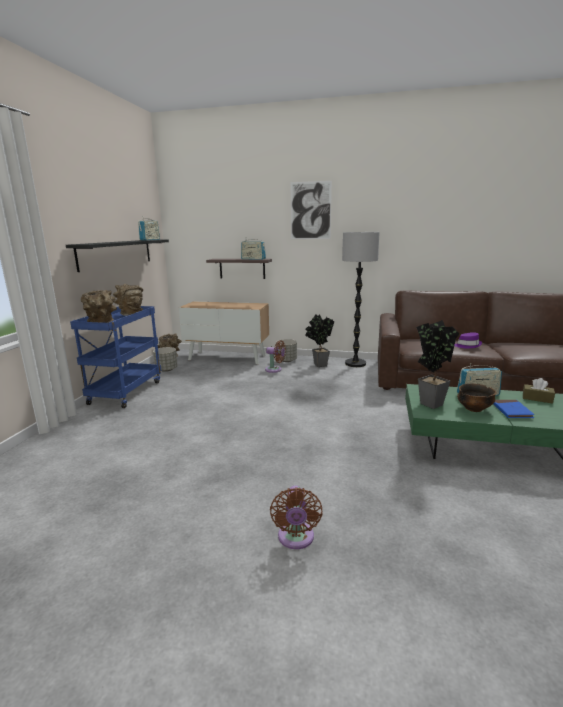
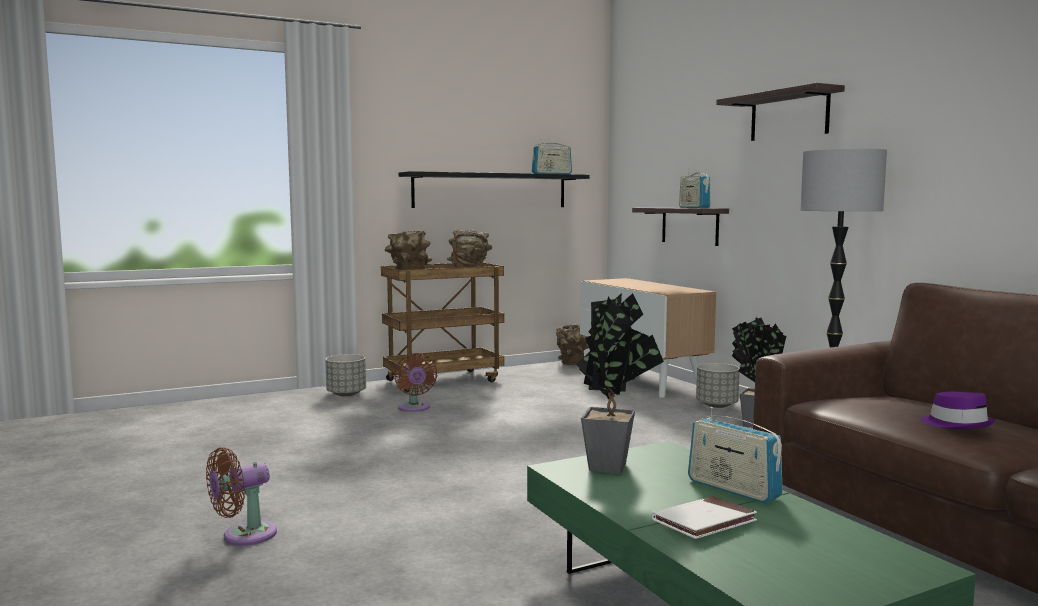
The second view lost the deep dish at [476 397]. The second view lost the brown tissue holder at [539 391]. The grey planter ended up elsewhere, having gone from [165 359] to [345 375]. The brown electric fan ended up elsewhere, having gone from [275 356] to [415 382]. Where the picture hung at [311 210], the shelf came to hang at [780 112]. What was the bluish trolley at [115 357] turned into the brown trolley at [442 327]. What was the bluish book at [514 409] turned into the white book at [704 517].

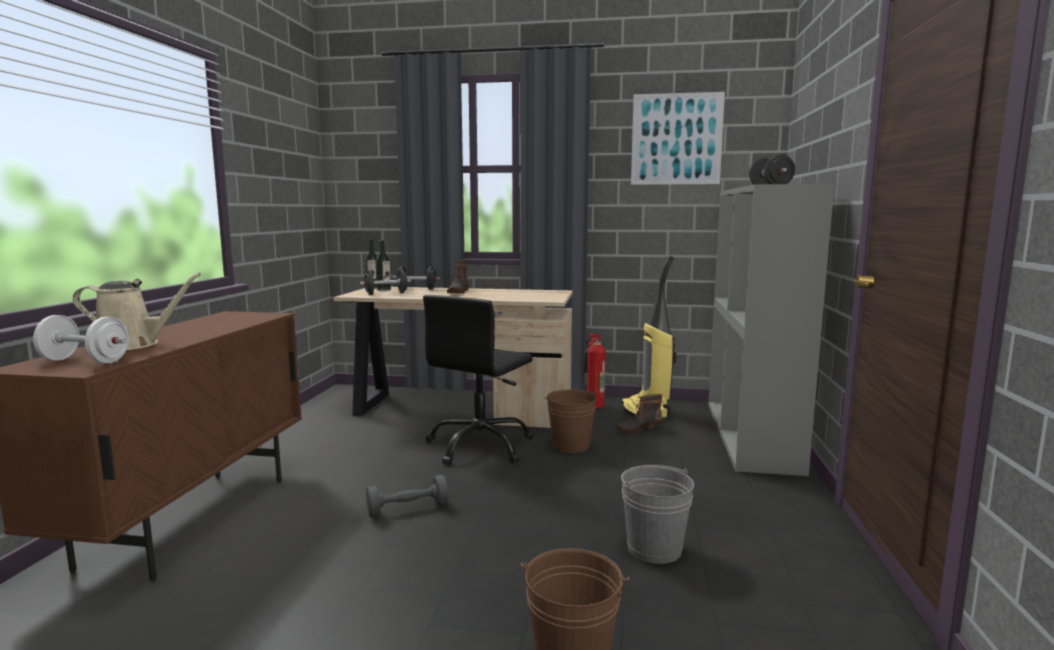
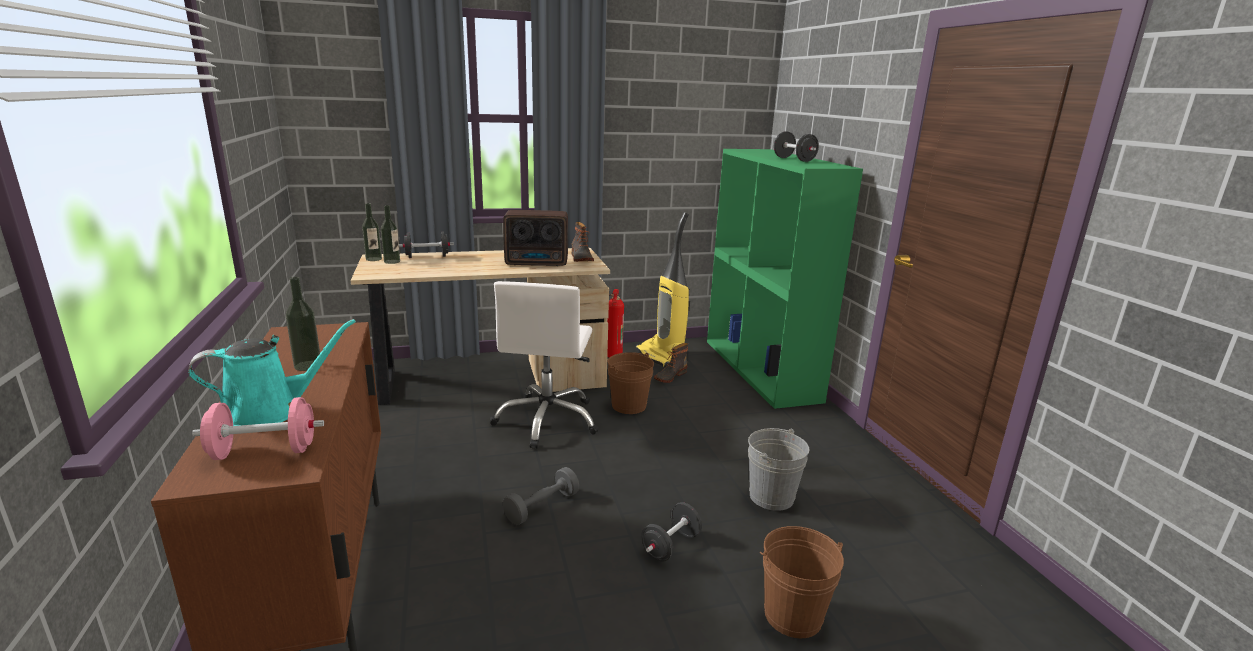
The second view lost the picture at [678 138]. The second view gained the bottle at [303 324]. The second view gained the radio set at [535 238]. The blackish dumbbell ended up elsewhere, having gone from [385 282] to [671 532]. The high-top boot ended up elsewhere, having gone from [458 276] to [582 242]. What was the white dumbbell at [81 339] turned into the pinkish dumbbell at [258 428]. What was the beige-coloured watering pot at [137 311] turned into the turquoise-coloured watering pot at [272 372]. What was the blackish office chair at [478 380] turned into the white office chair at [544 365]. What was the grey bookcase at [771 330] turned into the greenish bookcase at [785 279].

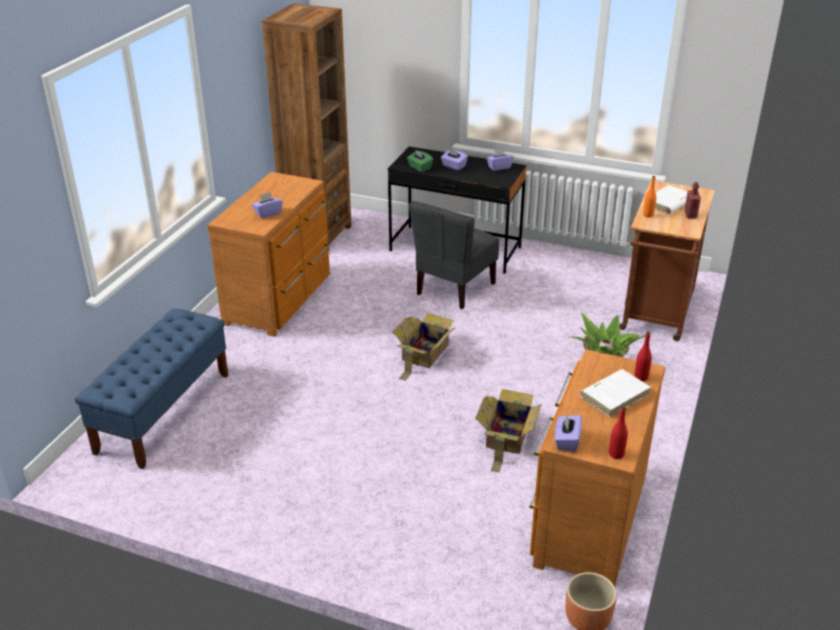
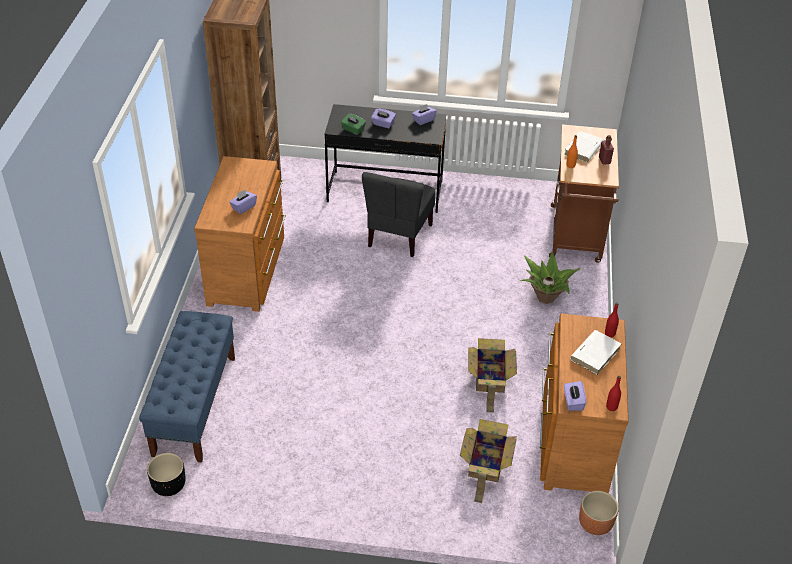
The second view gained the blackish planter at [166 474]. The carton ended up elsewhere, having gone from [424 347] to [488 461].

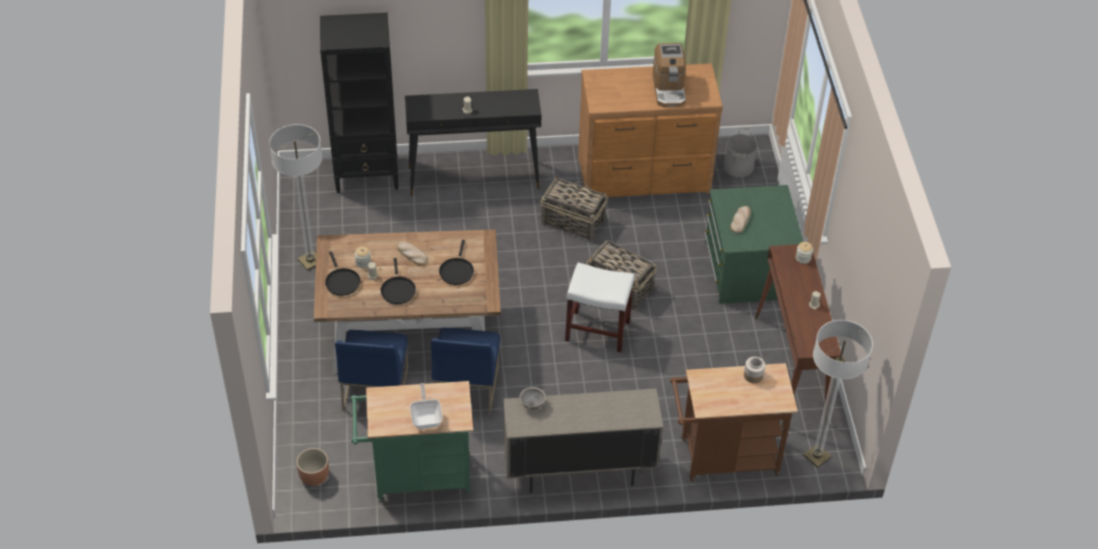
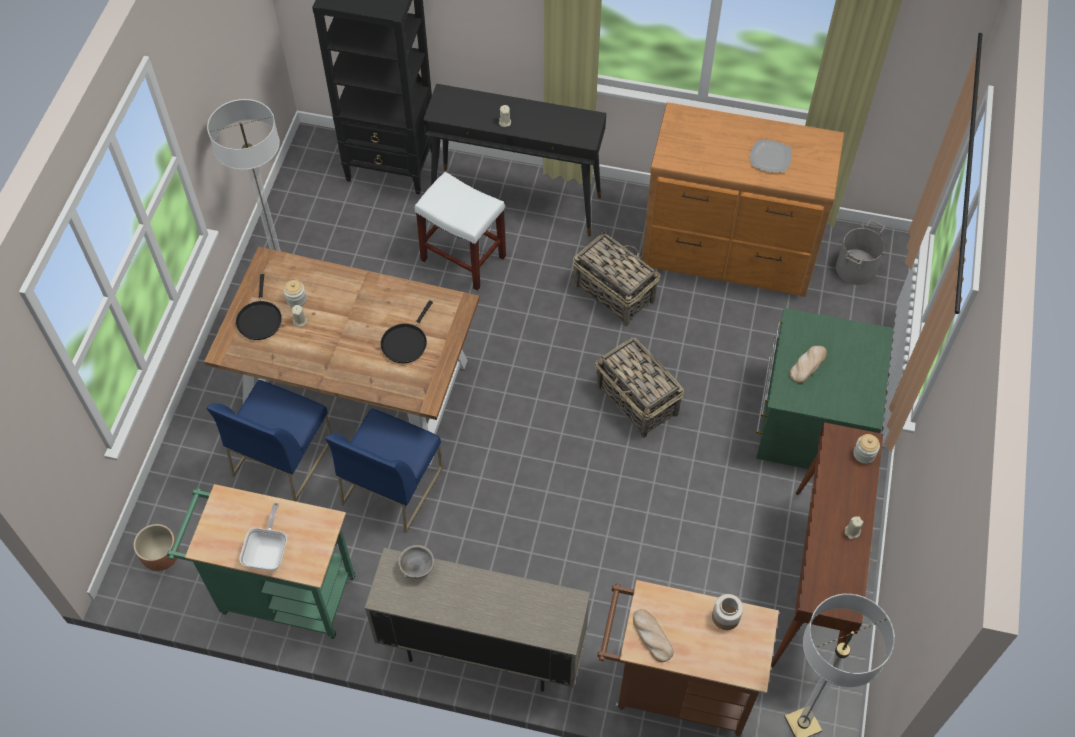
The second view lost the blackish pan at [398 281]. The baked bread ended up elsewhere, having gone from [412 253] to [653 635]. The white stool ended up elsewhere, having gone from [600 307] to [460 231]. Where the coffee brewer stood at [669 75], the dinner plate came to stand at [771 156].

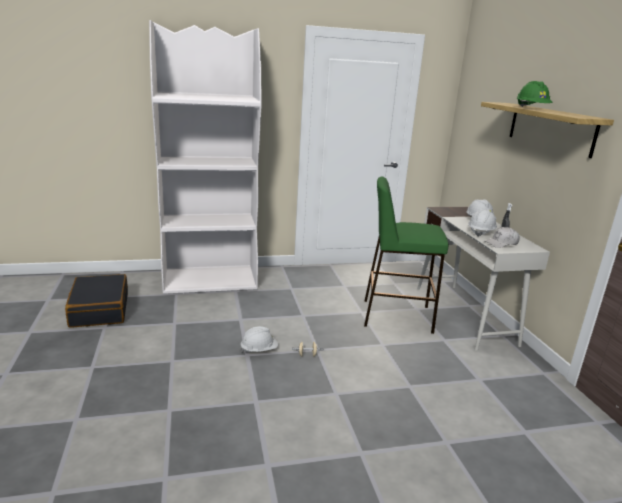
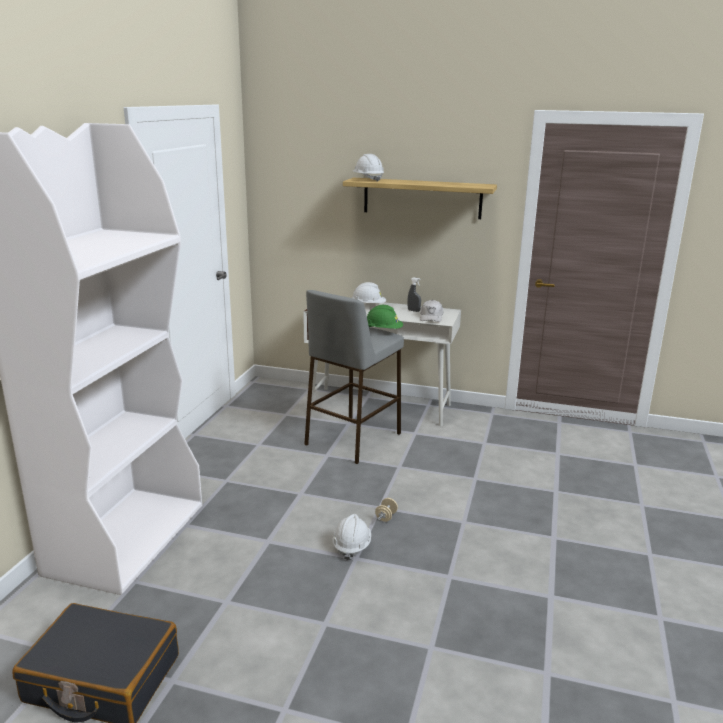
The white safety helmet ended up elsewhere, having gone from [482 222] to [368 168]. The greenish safety helmet ended up elsewhere, having gone from [534 94] to [385 317]. What was the greenish stool at [406 255] turned into the grey stool at [354 377].

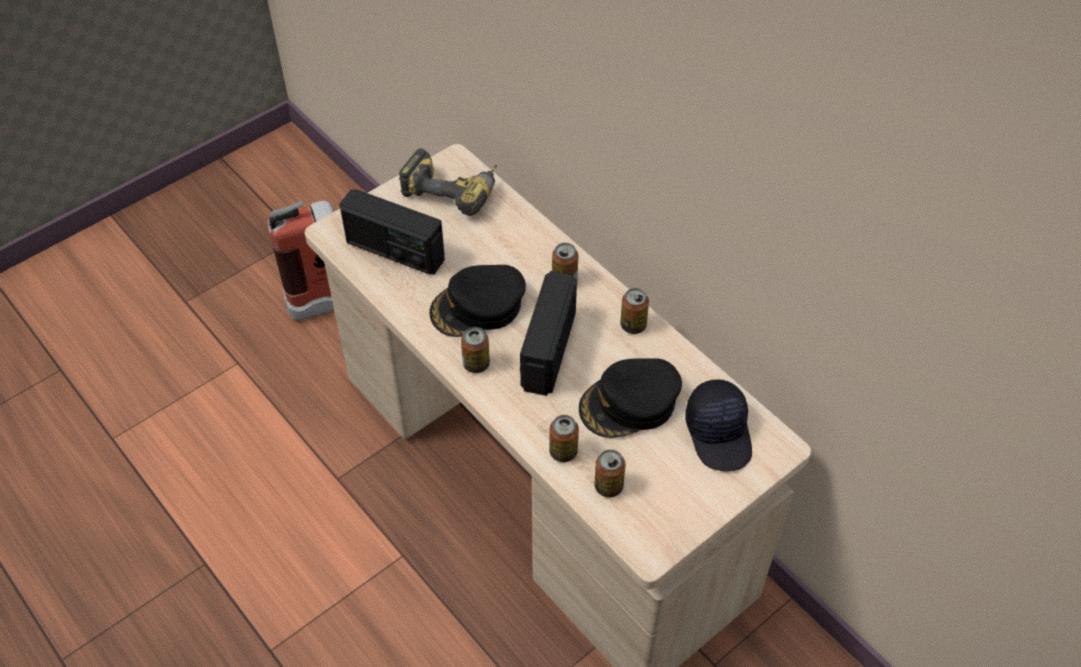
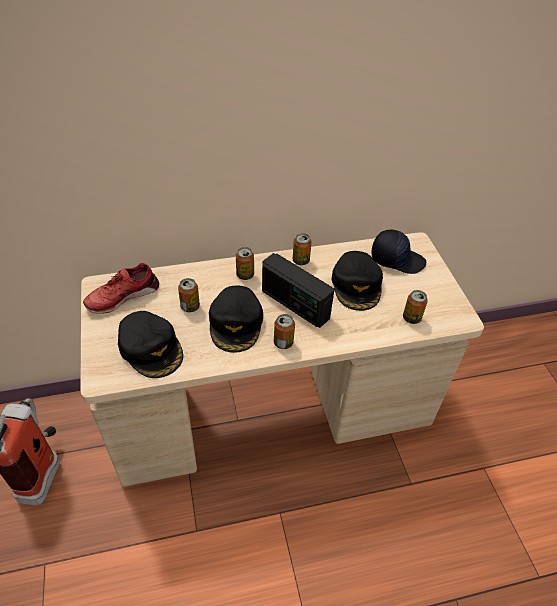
The metal can ended up elsewhere, having gone from [564 438] to [189 295]. Where the radio set stood at [392 232], the blackish cap came to stand at [150 344]. Where the electric drill stood at [448 182], the red-coloured low shoe came to stand at [121 288].

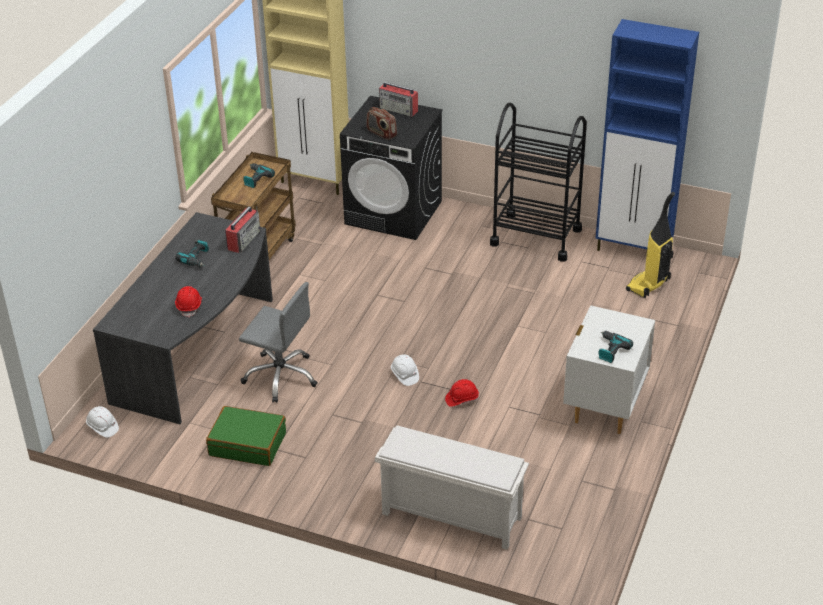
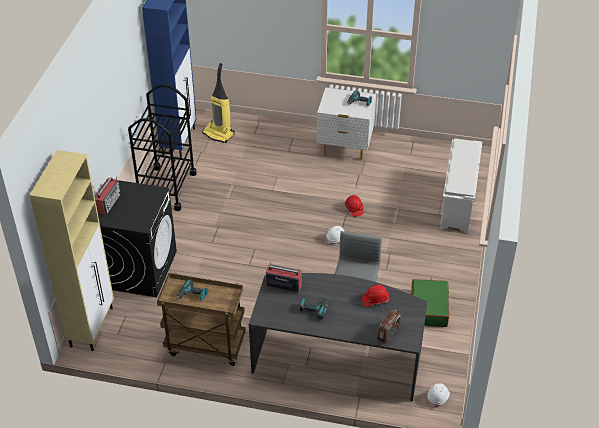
The radio set ended up elsewhere, having gone from [381 123] to [389 326].

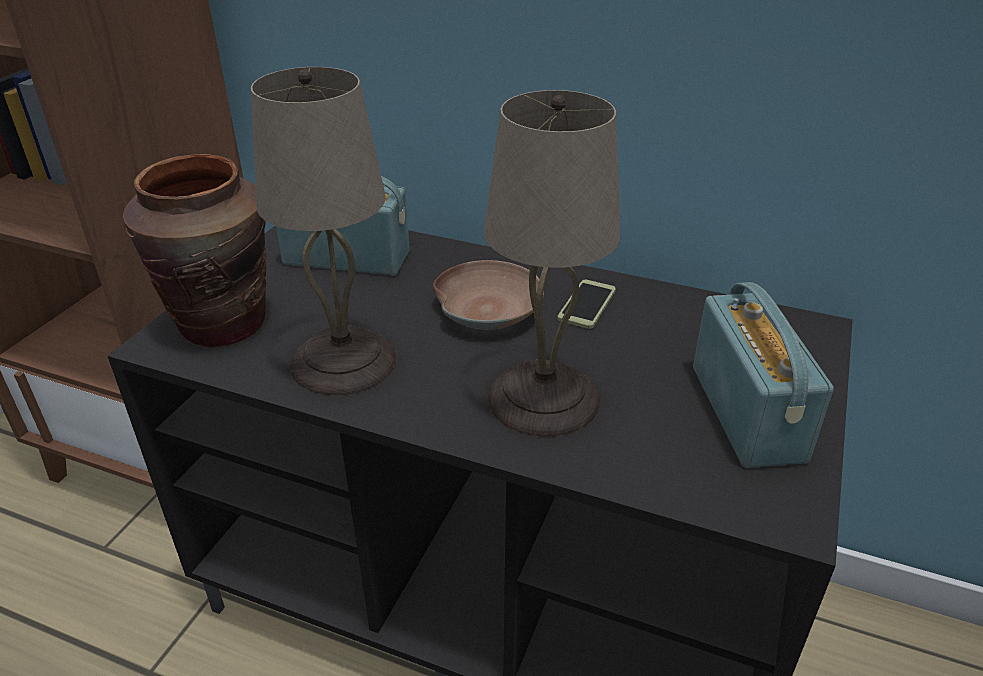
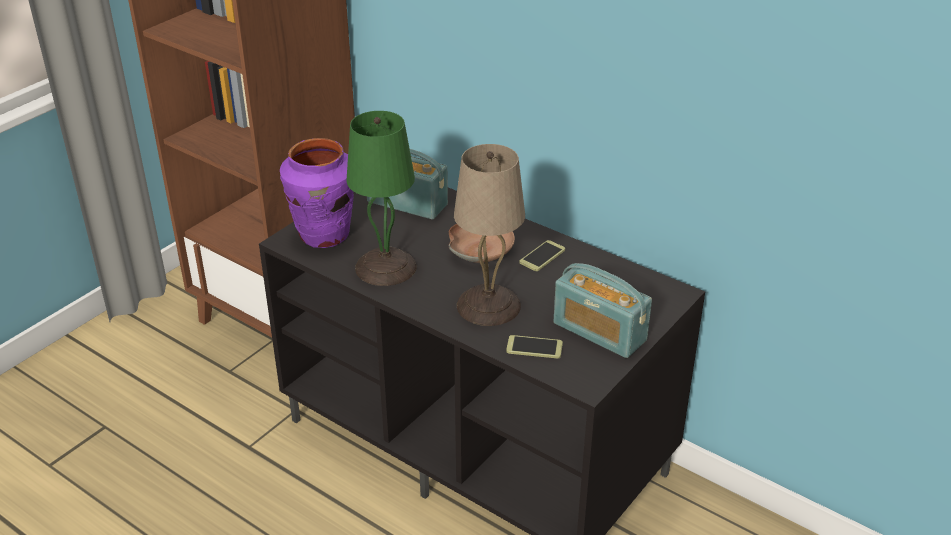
The second view gained the handset at [534 347]. What was the brown decorative vase at [195 250] turned into the purple-coloured decorative vase at [317 193]. What was the beige-coloured table lamp at [324 231] turned into the greenish table lamp at [381 198]. The radio set at [763 375] ended up facing another way, 120 degrees clockwise from before.

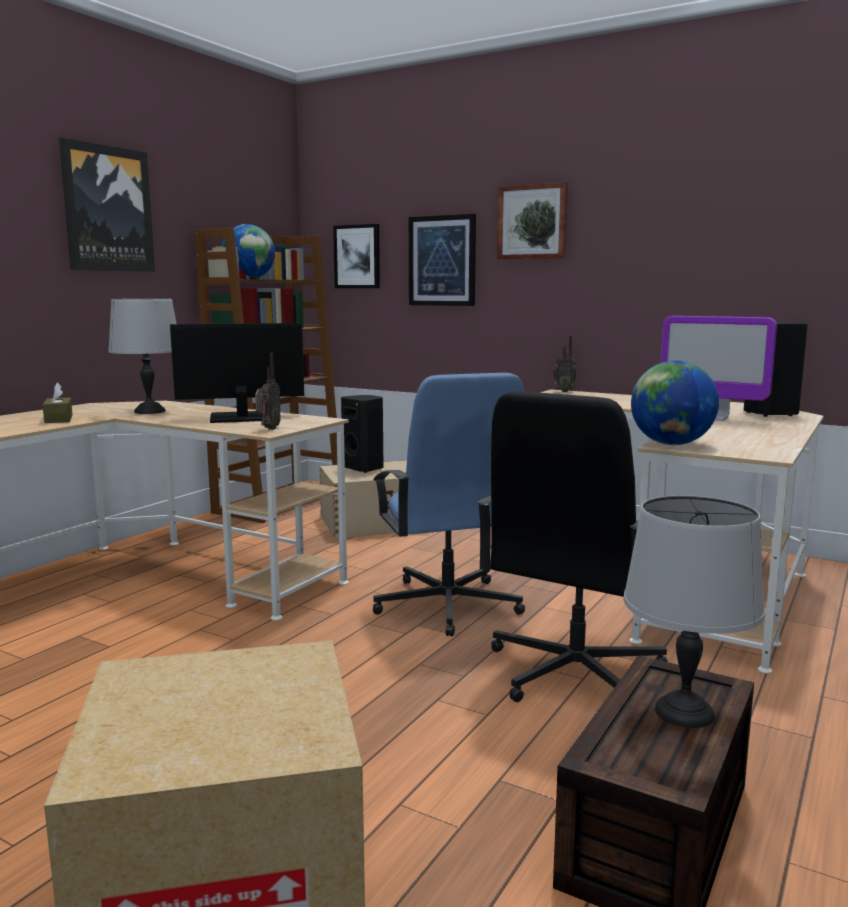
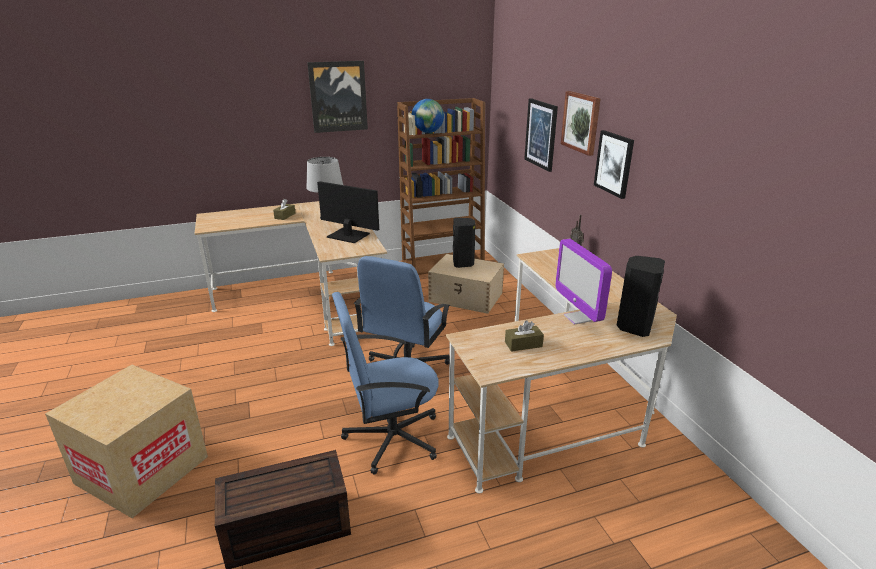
The second view lost the radio set at [268 391]. The second view lost the grey table lamp at [694 611]. The second view lost the world globe at [675 402]. The second view gained the brown tissue holder at [524 336]. The picture ended up elsewhere, having gone from [356 256] to [614 164]. What was the blackish office chair at [572 546] turned into the bluish office chair at [385 383].

